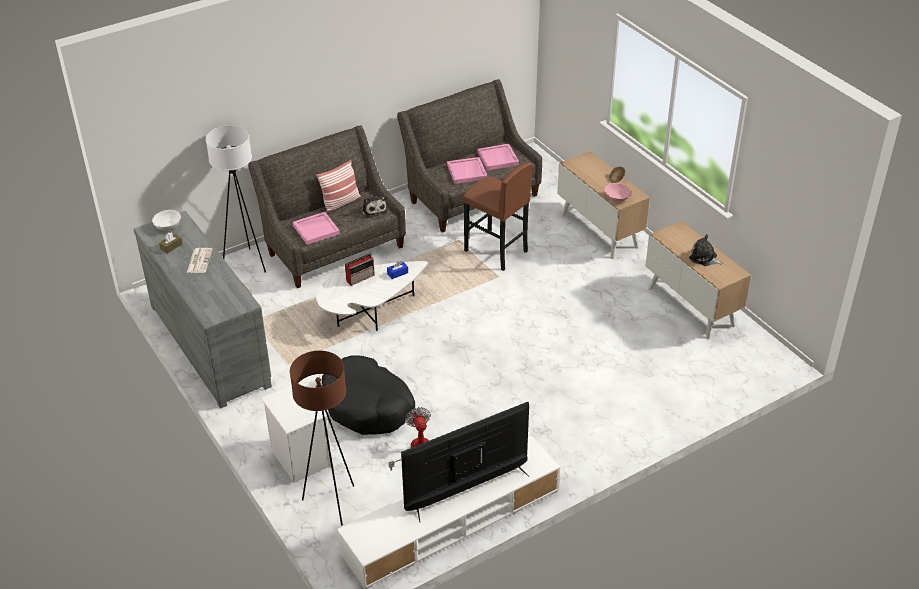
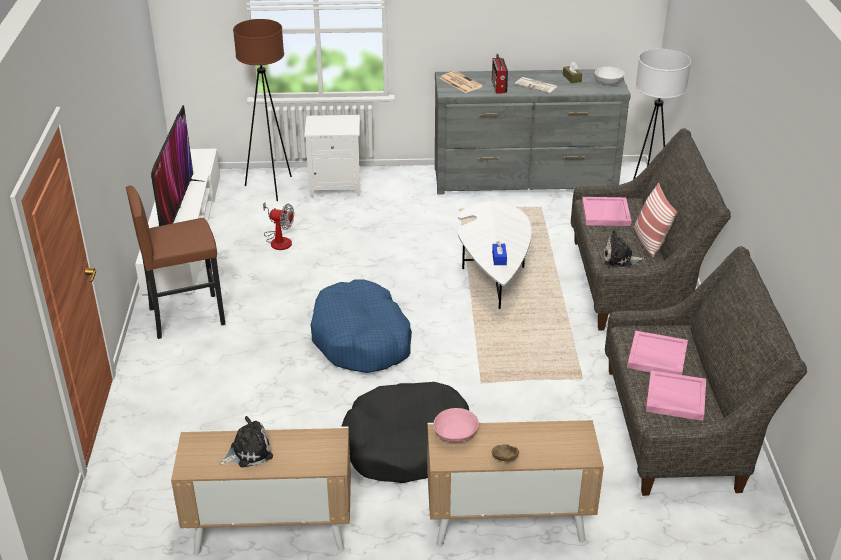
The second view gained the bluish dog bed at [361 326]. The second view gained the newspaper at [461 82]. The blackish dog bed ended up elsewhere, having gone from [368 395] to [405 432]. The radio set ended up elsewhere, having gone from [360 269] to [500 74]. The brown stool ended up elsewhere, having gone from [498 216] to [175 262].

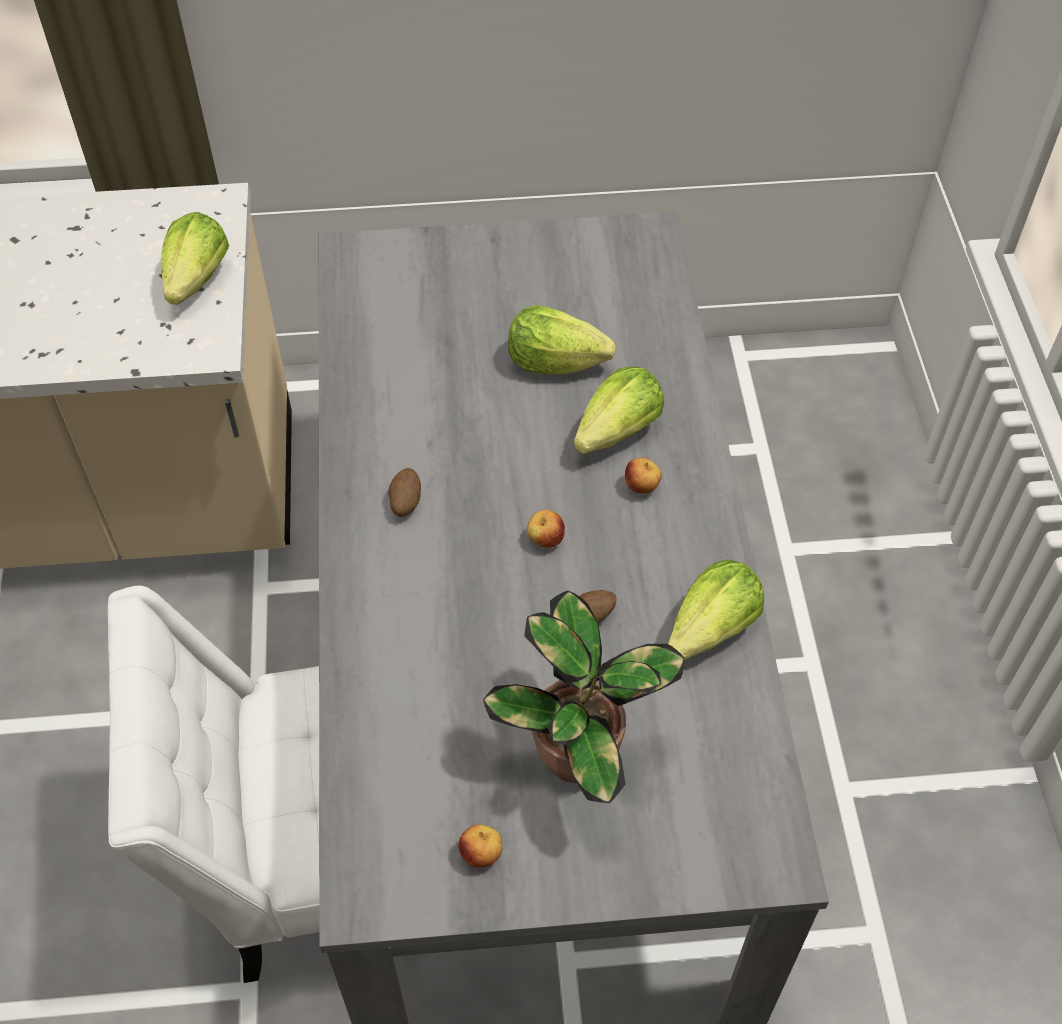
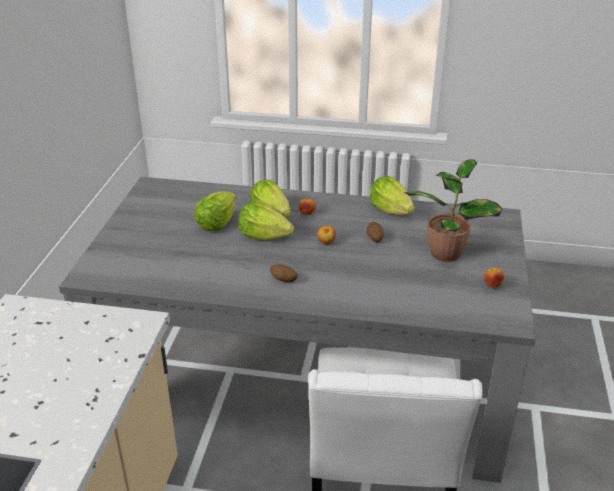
The lettuce head ended up elsewhere, having gone from [195 258] to [266 221].

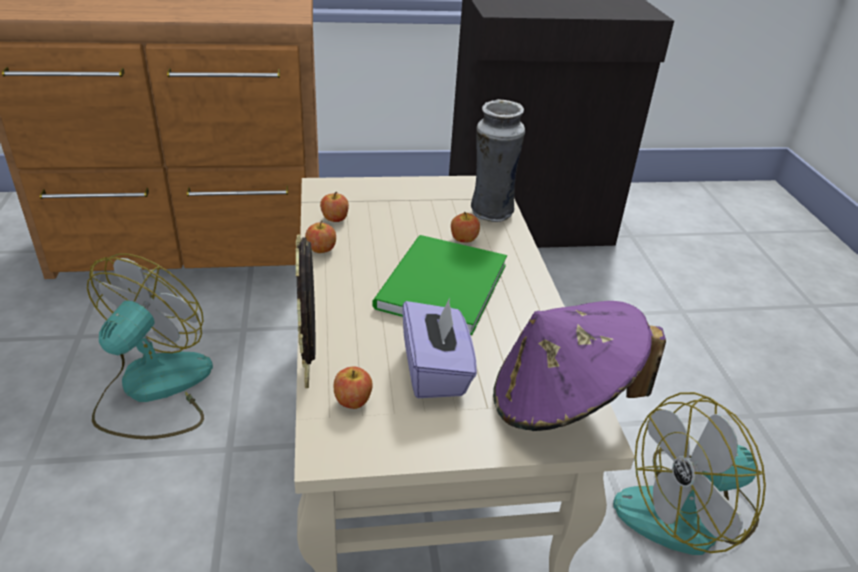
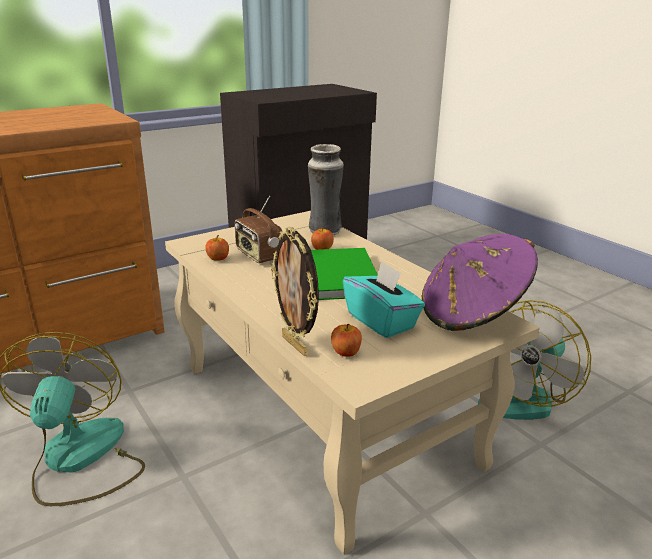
The second view lost the apple fruit at [320 237]. The second view gained the radio set at [258 229]. What was the purple-coloured tissue holder at [439 348] turned into the turquoise-coloured tissue holder at [384 299].

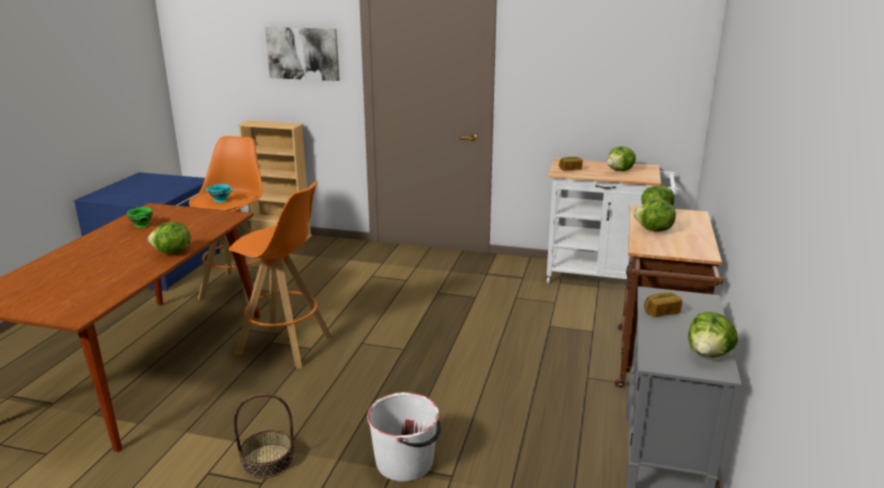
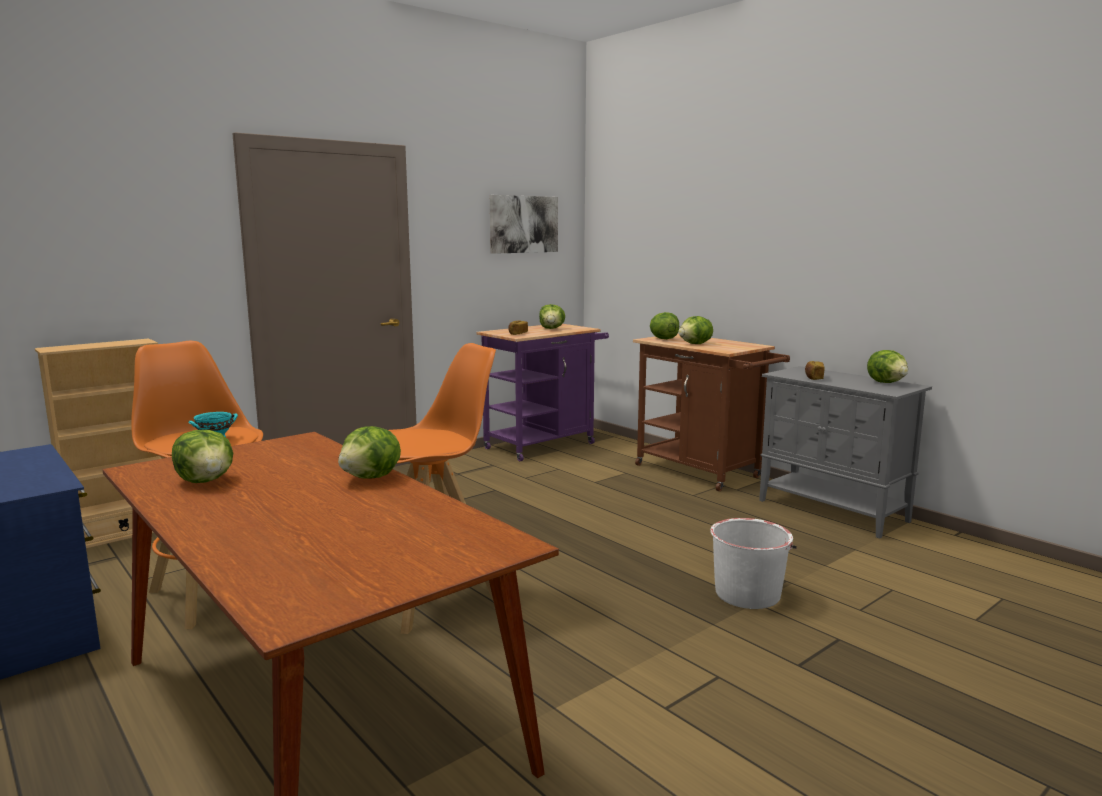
The second view lost the storage basket at [264 436]. The picture ended up elsewhere, having gone from [302 54] to [524 224]. Where the greenish deep dish stood at [140 217], the lettuce head came to stand at [202 456]. What was the white trolley at [612 221] turned into the purple-coloured trolley at [542 392].

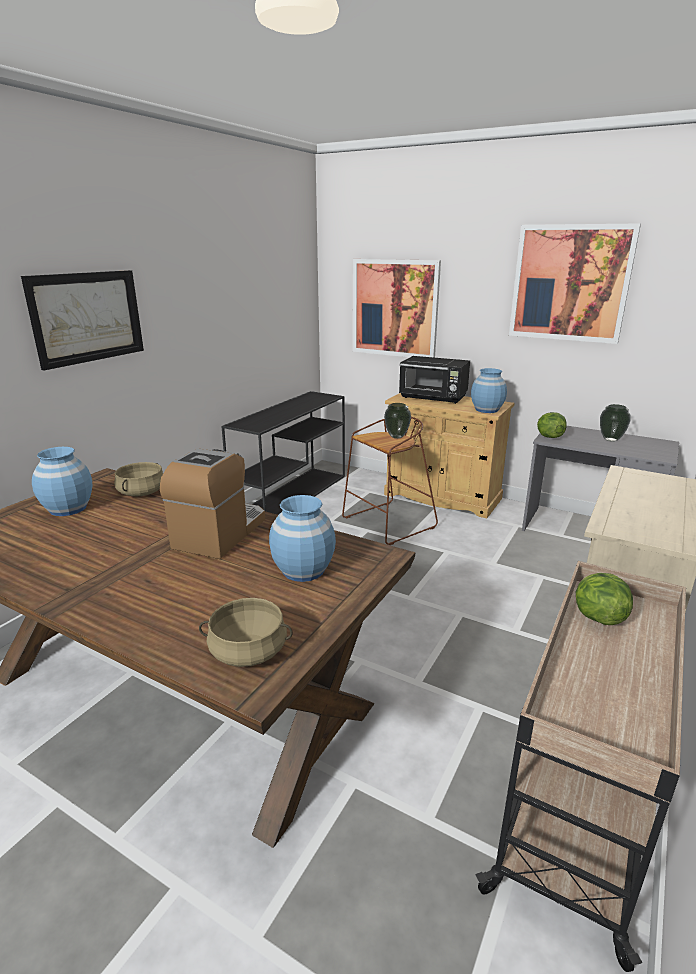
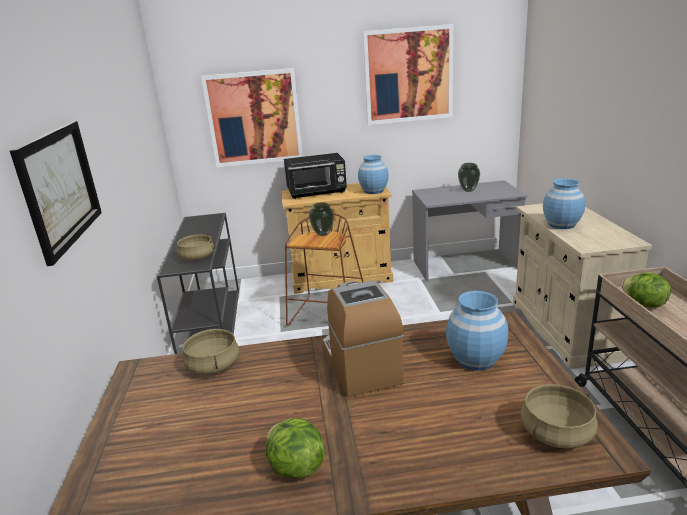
The second view gained the beige-coloured cooking pot at [196 247]. The bluish decorative vase ended up elsewhere, having gone from [62 481] to [564 203]. The lettuce head ended up elsewhere, having gone from [552 425] to [295 448].

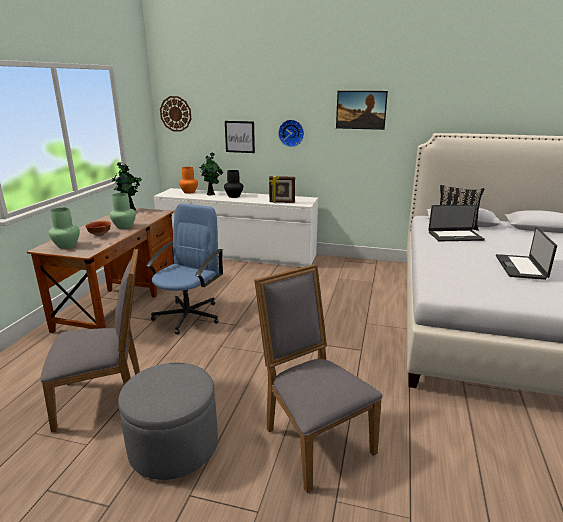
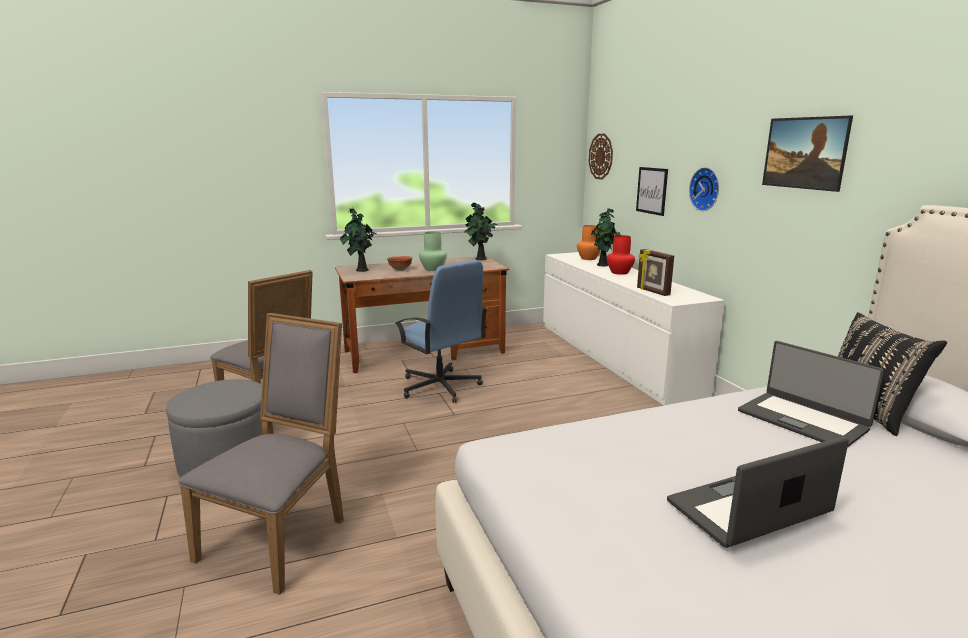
Where the greenish decorative vase stood at [64 228], the houseplant came to stand at [358 240]. What was the blackish decorative vase at [233 184] turned into the red-coloured decorative vase at [621 255]. The bluish office chair at [184 269] ended up facing another way, 60 degrees clockwise from before.

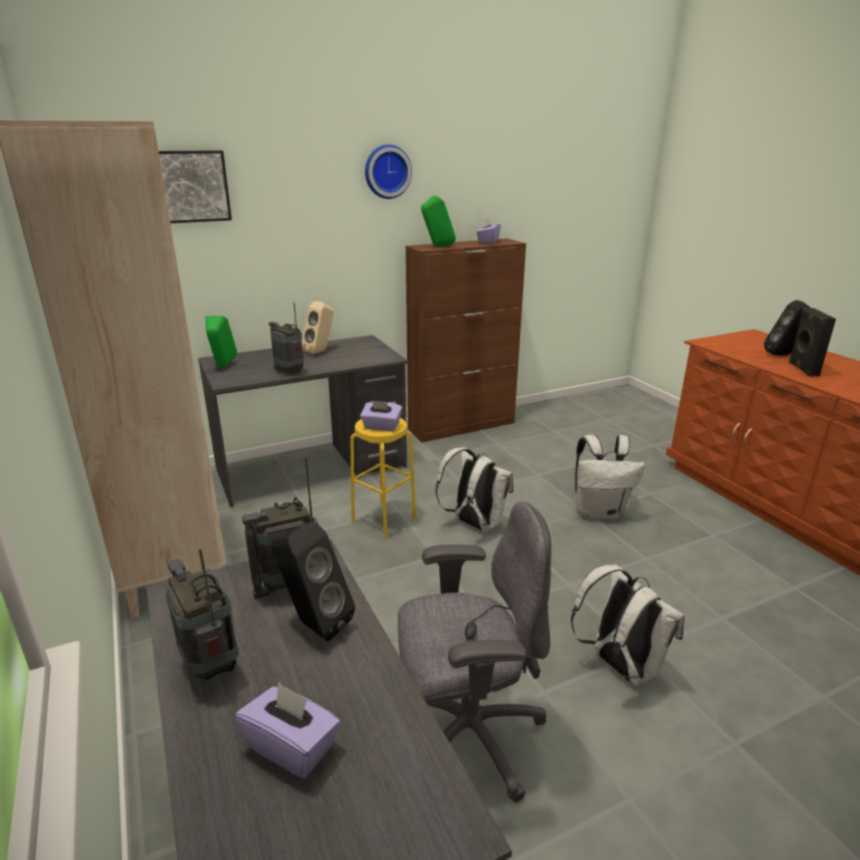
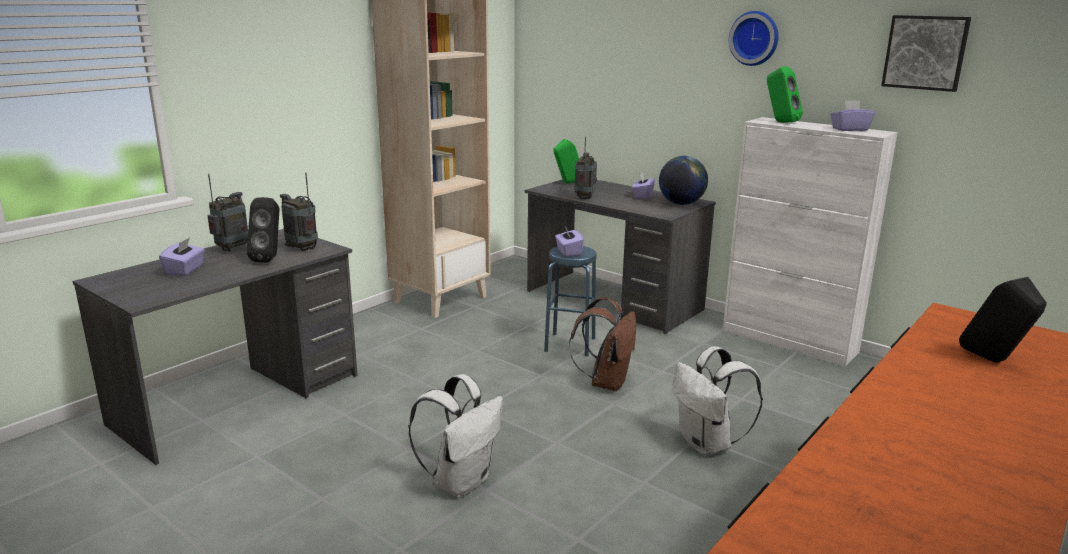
The second view lost the grey office chair at [474 651]. The second view lost the blackish loudspeaker at [812 342]. The second view gained the world globe at [683 180]. The picture ended up elsewhere, having gone from [195 186] to [926 53]. Where the beige-coloured loudspeaker stood at [318 327], the purple-coloured tissue holder came to stand at [643 186]. What was the yellow-coloured stool at [383 478] turned into the bluish stool at [570 301]. What was the brown cabinet at [466 340] turned into the white cabinet at [810 242]. What was the white rucksack at [474 490] turned into the brown rucksack at [602 344].

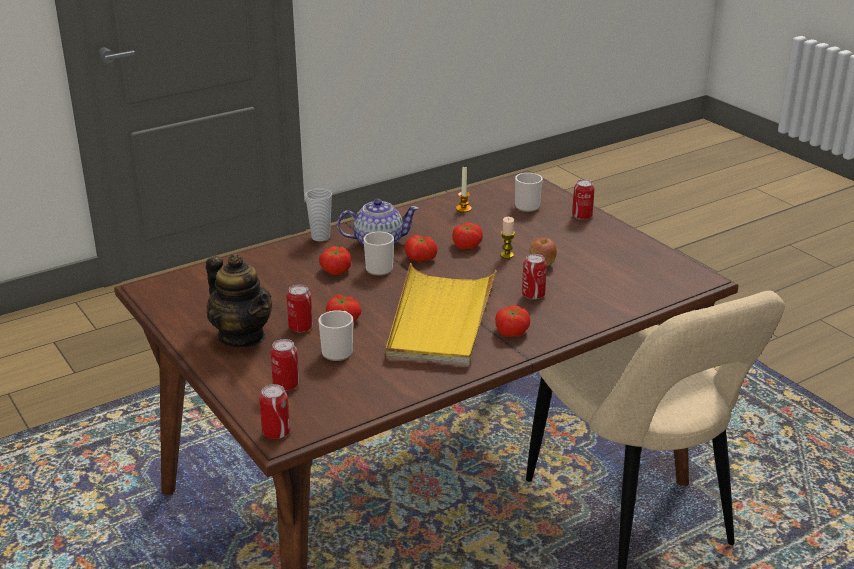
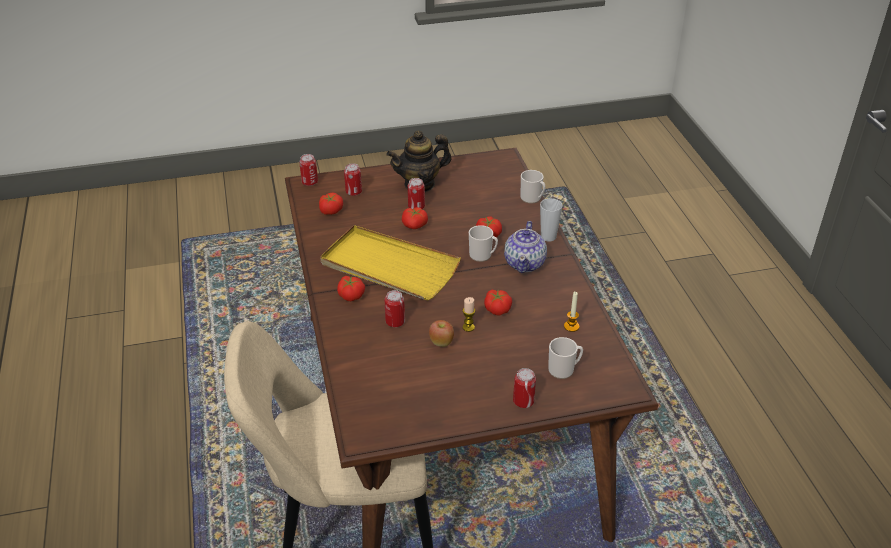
The coffee mug ended up elsewhere, having gone from [335 335] to [533 187]. The whole tomato ended up elsewhere, having gone from [421 248] to [331 204].

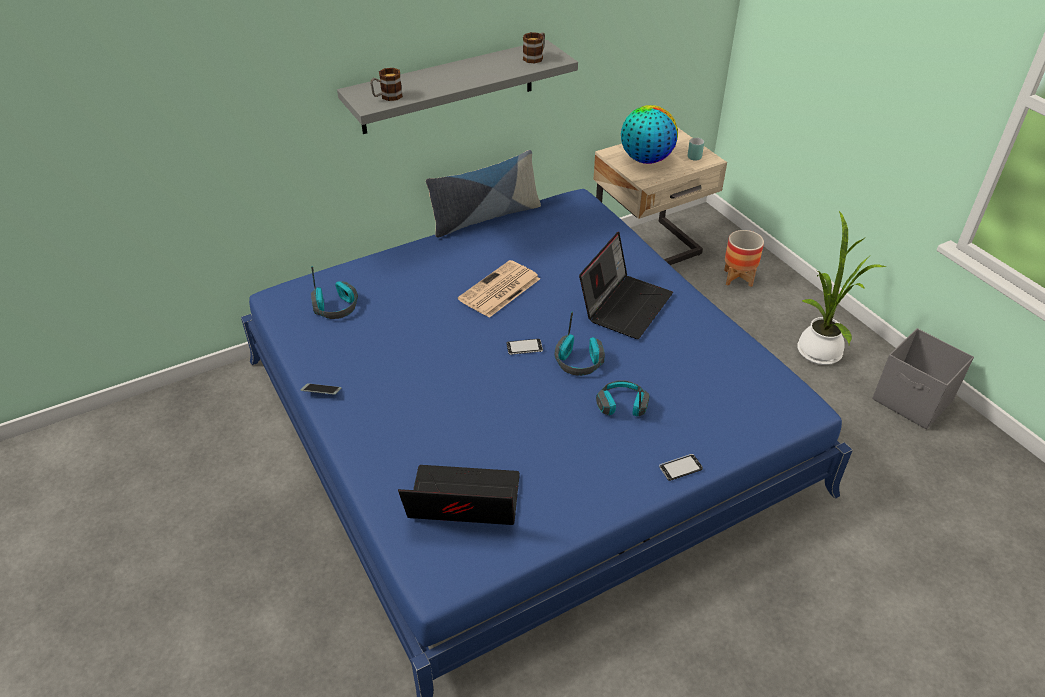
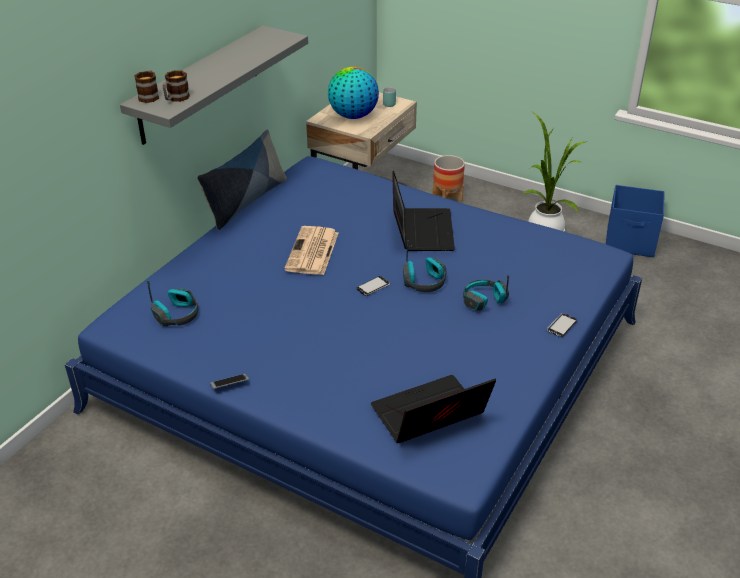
The coffee mug ended up elsewhere, having gone from [534 47] to [146 86]. What was the grey storage box at [923 378] turned into the bluish storage box at [635 221].

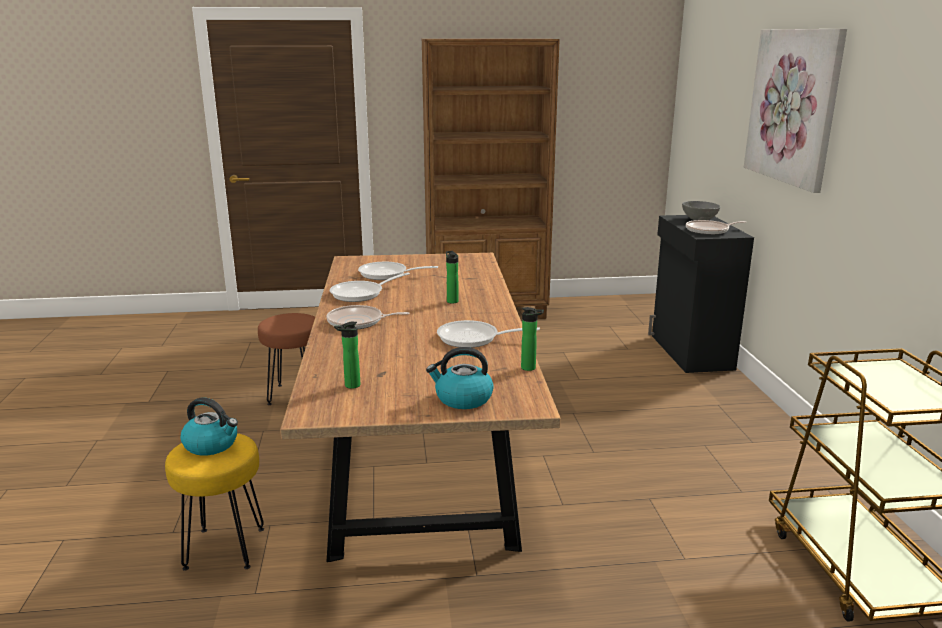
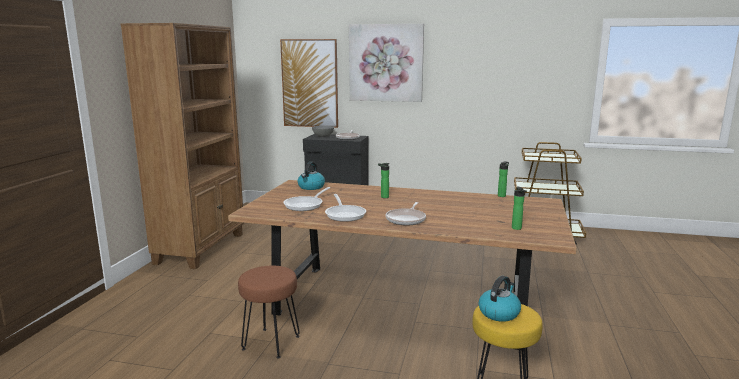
The second view lost the pan at [488 334]. The second view gained the picture at [309 83]. The tea kettle ended up elsewhere, having gone from [460 378] to [311 176].

